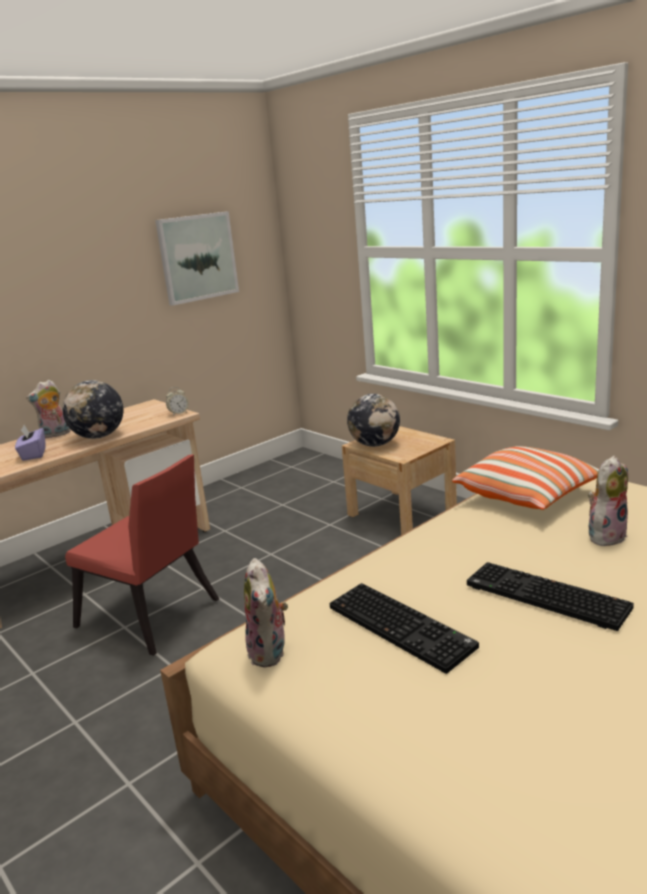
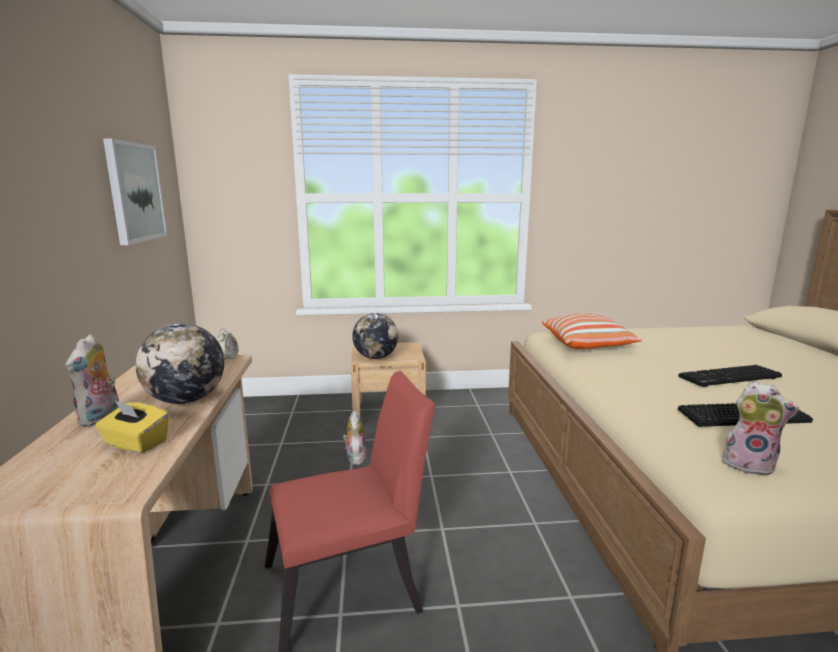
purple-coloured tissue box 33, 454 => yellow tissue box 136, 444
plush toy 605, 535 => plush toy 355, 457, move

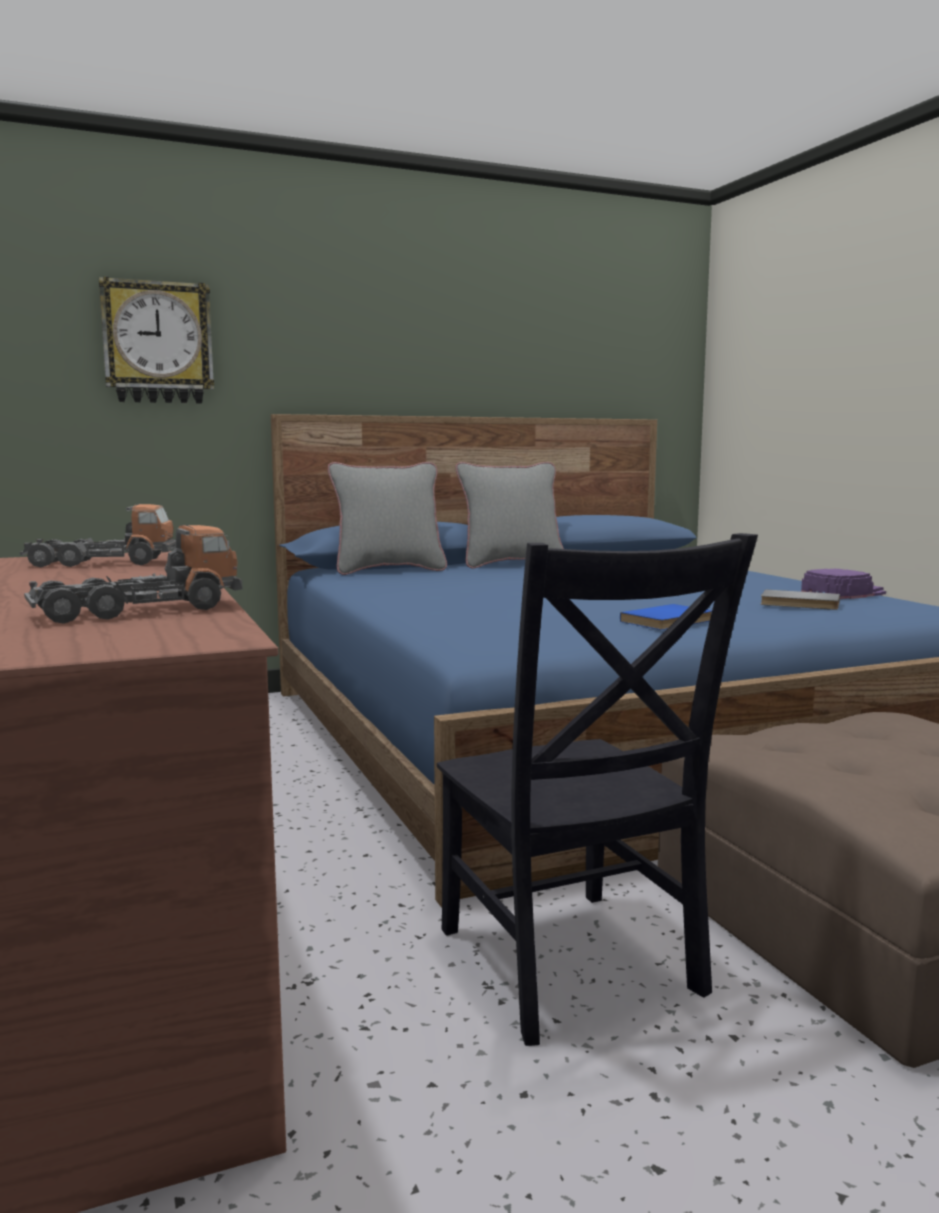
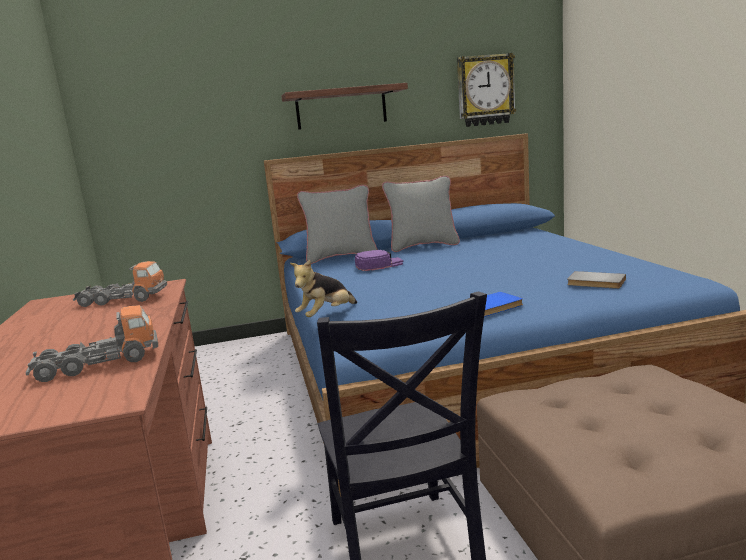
nothing => shelf 341, 108
nothing => plush toy 326, 315
purple-coloured baseball cap 843, 593 => purple-coloured baseball cap 378, 265, move
wall clock 157, 343 => wall clock 485, 90, move

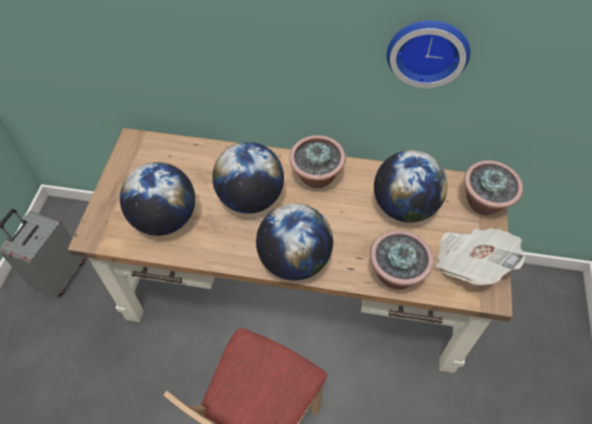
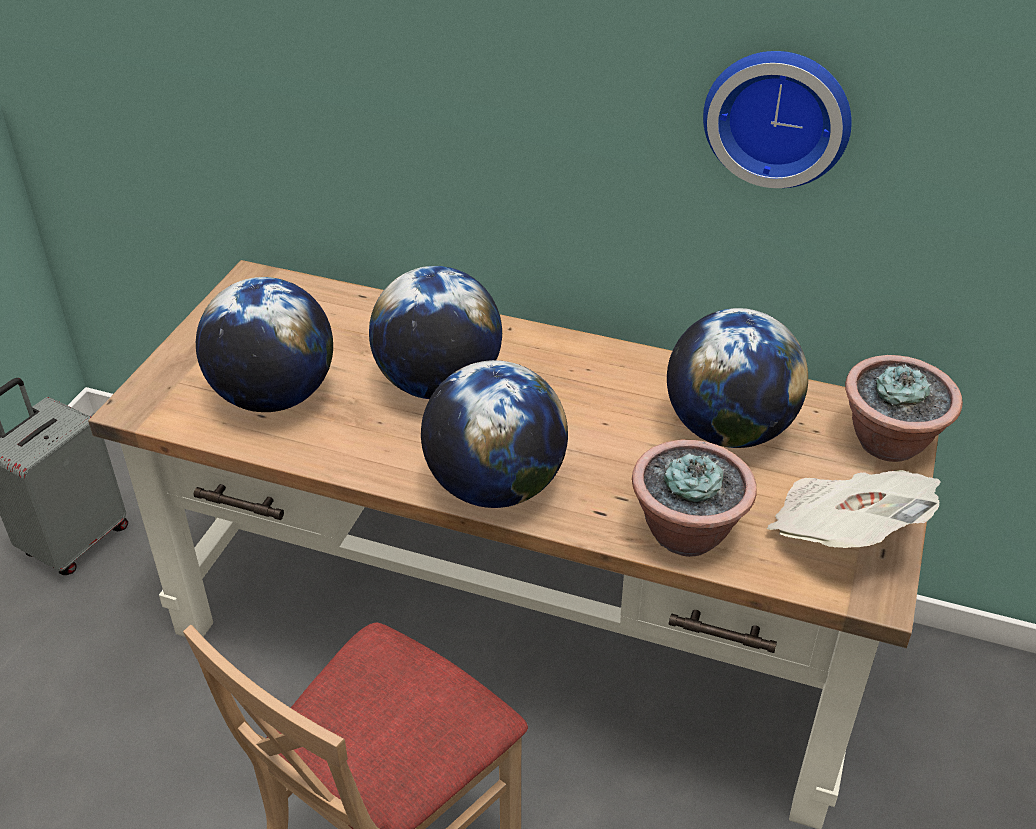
potted plant 316, 178 => nothing

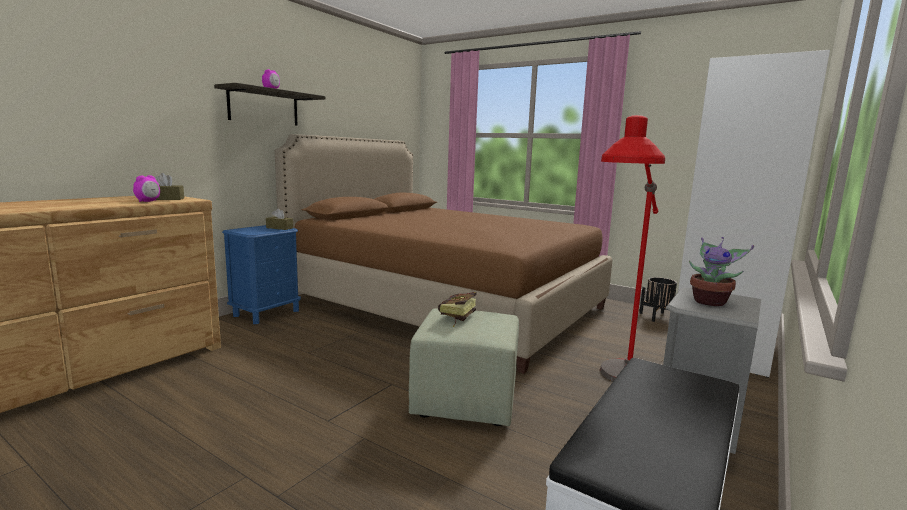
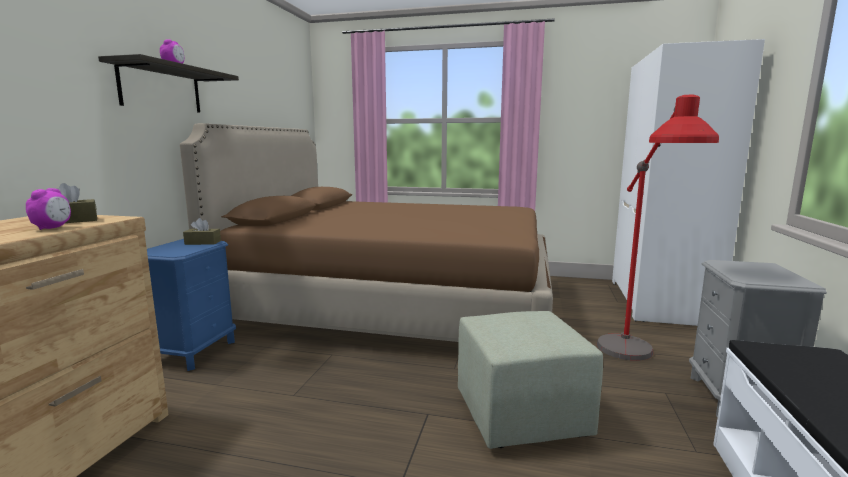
book 456, 318 => nothing
blackish plant pot 657, 317 => nothing
potted plant 710, 302 => nothing

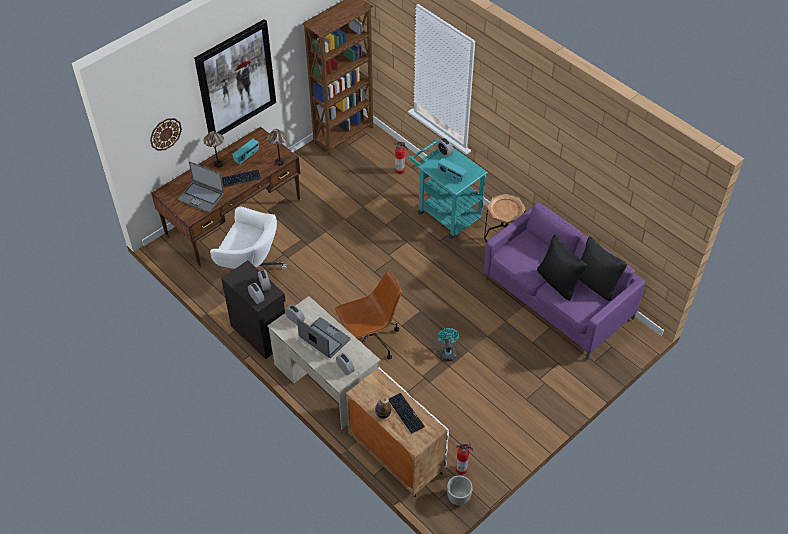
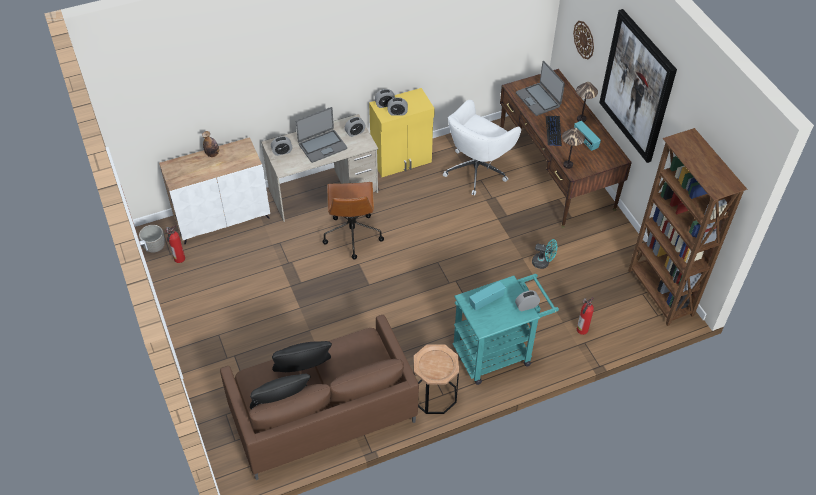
purple-coloured settee 557, 299 => brown settee 323, 414
blackish storage cabinet 260, 333 => yellow storage cabinet 402, 160
laptop 201, 197 => laptop 538, 99, 75 degrees counterclockwise
turquoise electric fan 447, 352 => turquoise electric fan 543, 263, move
computer keyboard 406, 413 => nothing

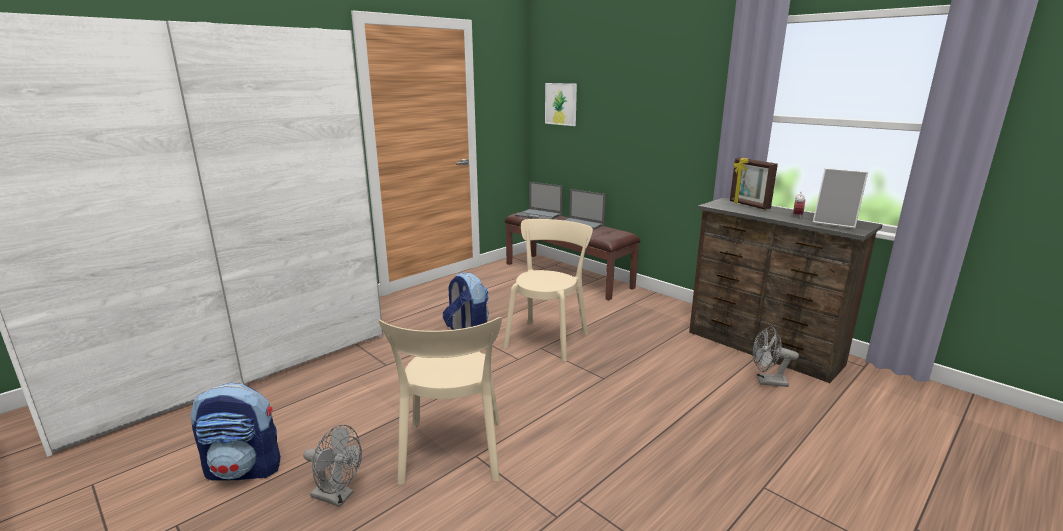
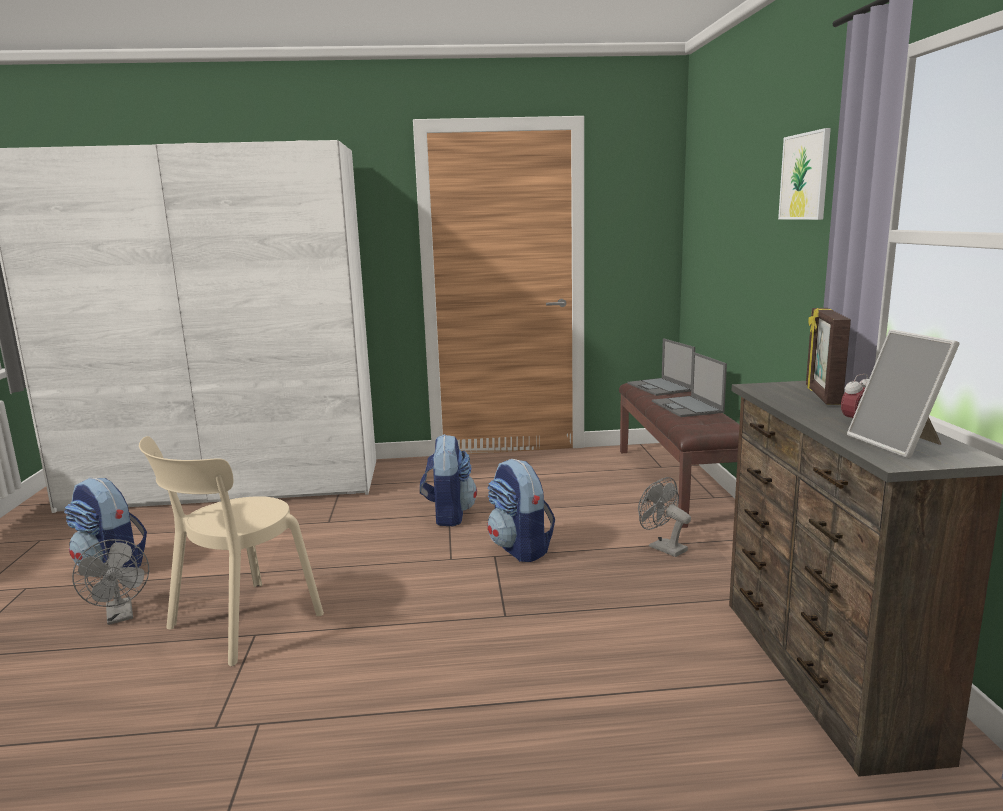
sand-coloured plain chair 548, 338 => rucksack 520, 548
gray electric fan 767, 382 => gray electric fan 662, 547, move
wall art 561, 104 => wall art 805, 176, move

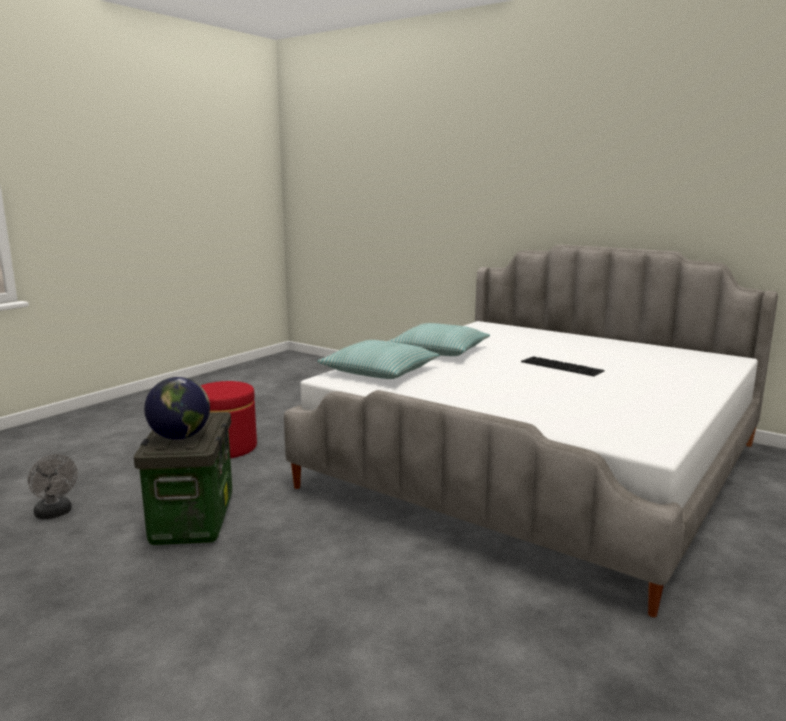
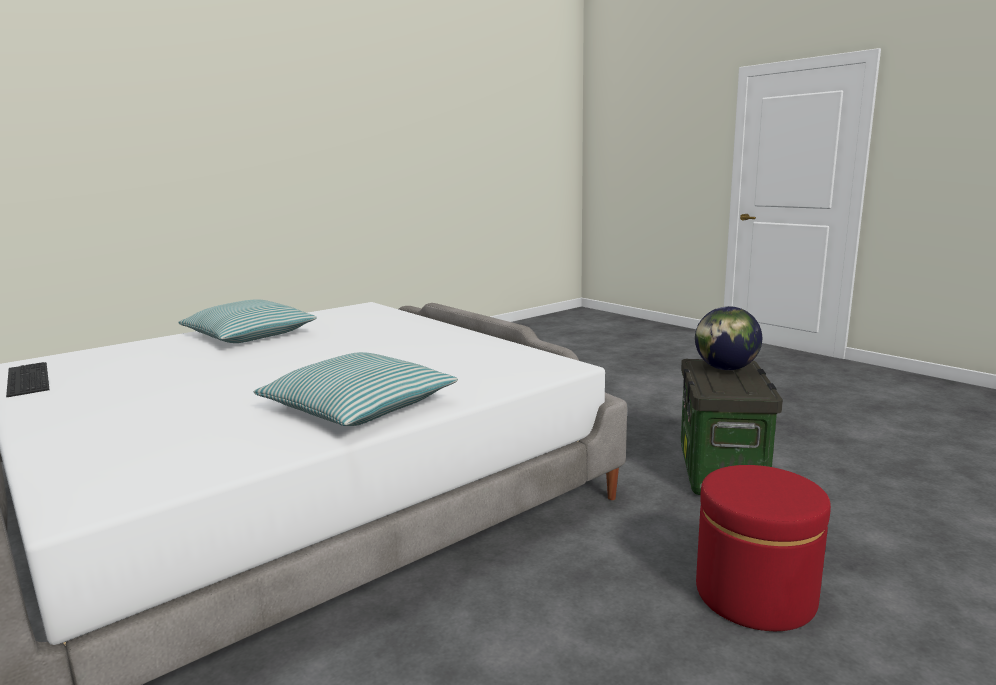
computer keyboard 563, 366 => computer keyboard 25, 379, move
cushion 379, 372 => cushion 249, 335, move
gray electric fan 55, 514 => nothing

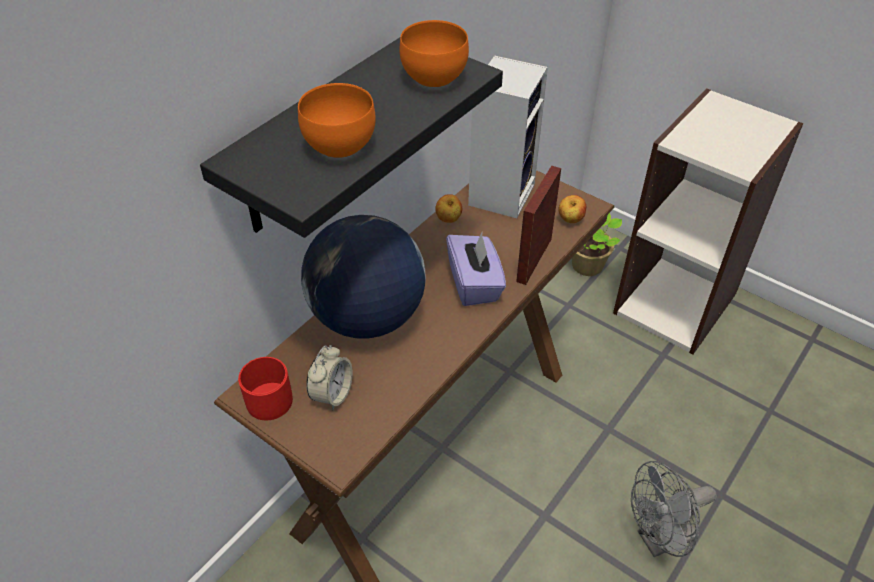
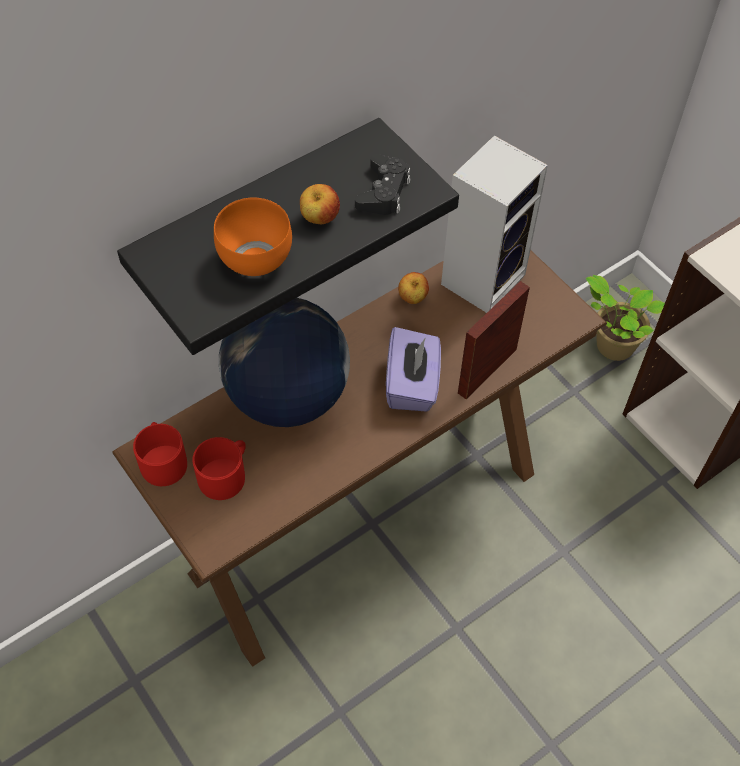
alarm clock 332, 394 => reddish coffee mug 226, 474
whole apple 570, 220 => whole apple 319, 218, move
orange bowl 436, 79 => blackish gamepad 383, 192
gray electric fan 659, 540 => nothing

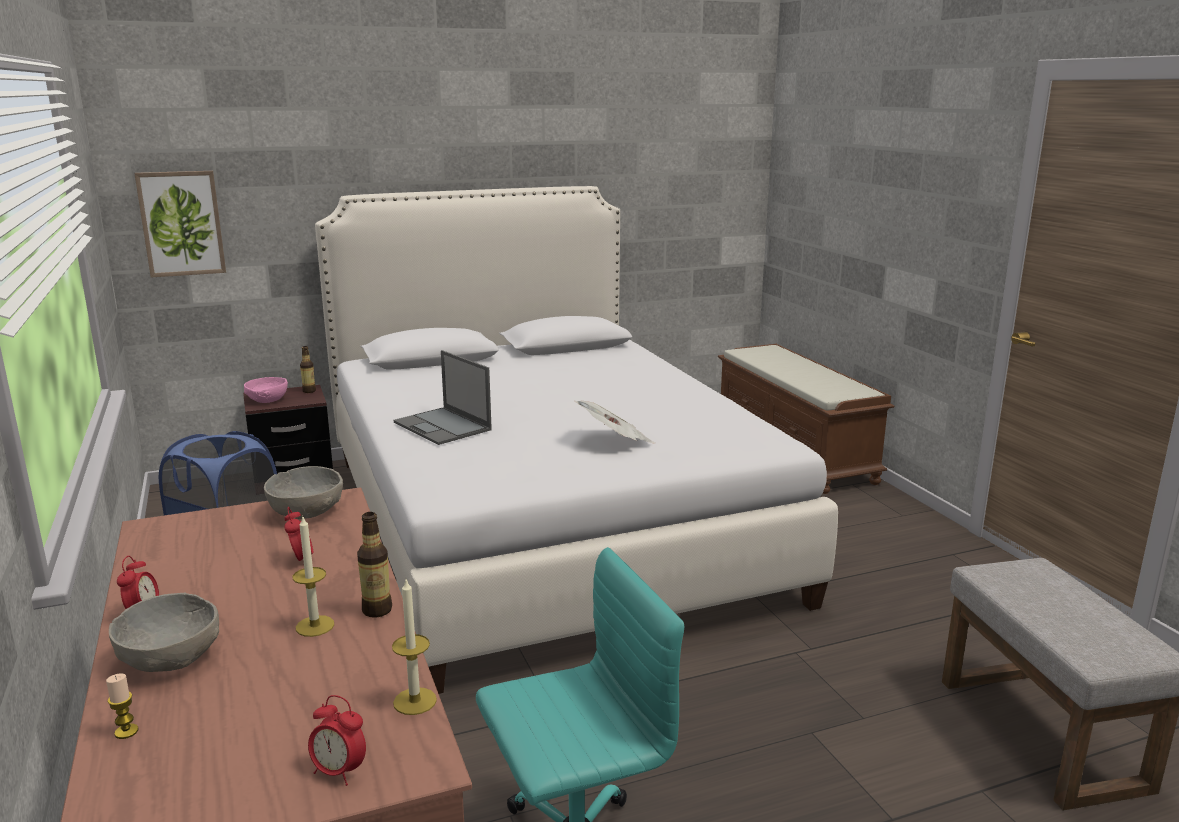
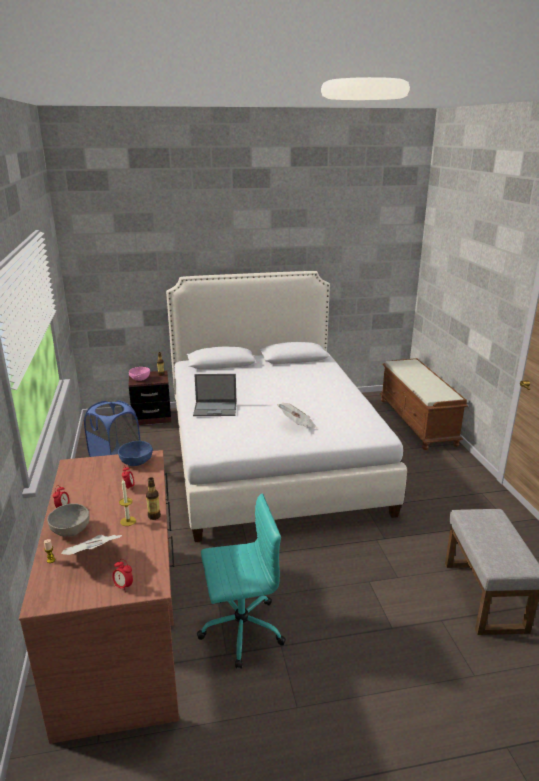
nothing => daily paper 94, 556
gray bowl 307, 512 => bluish bowl 136, 462
laptop 443, 426 => laptop 216, 409, 60 degrees counterclockwise
wall art 181, 223 => nothing
wax candle 415, 701 => nothing

